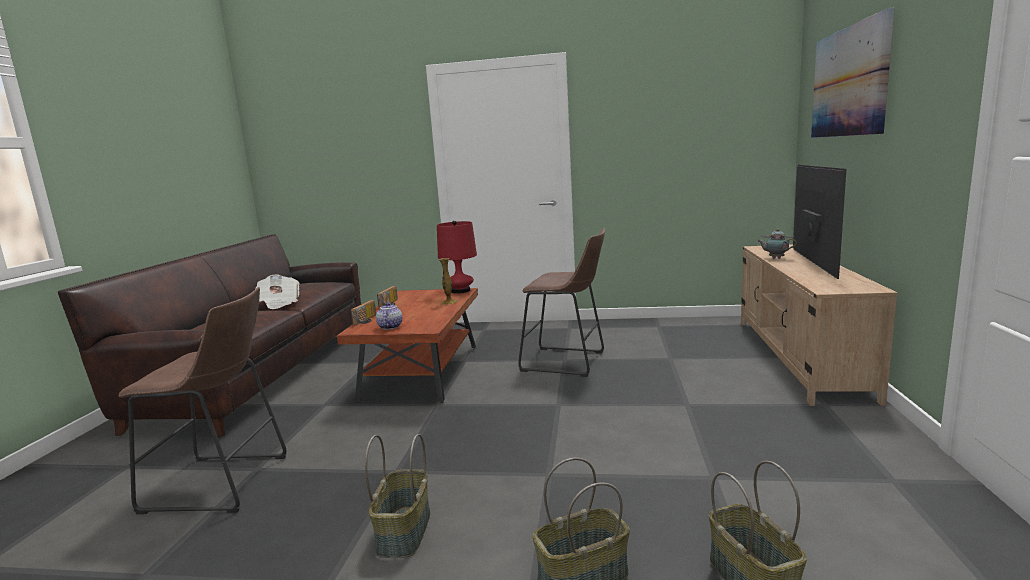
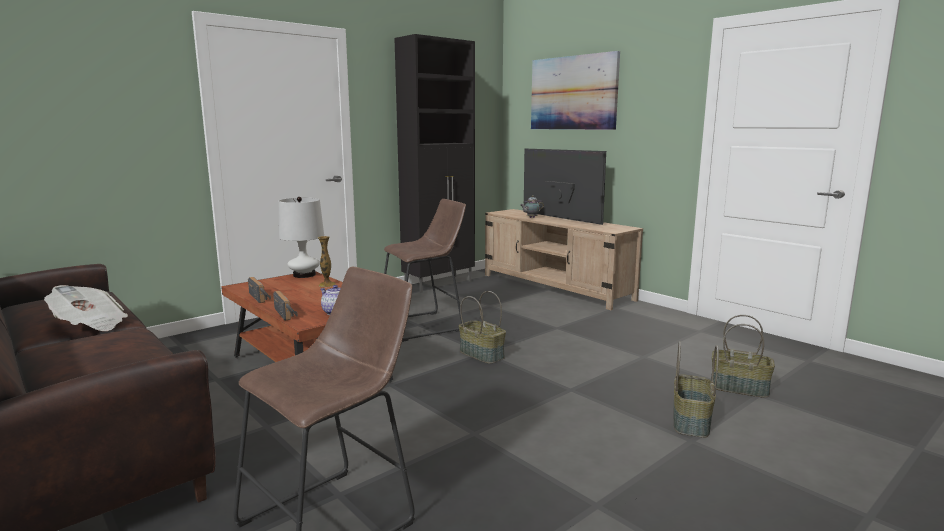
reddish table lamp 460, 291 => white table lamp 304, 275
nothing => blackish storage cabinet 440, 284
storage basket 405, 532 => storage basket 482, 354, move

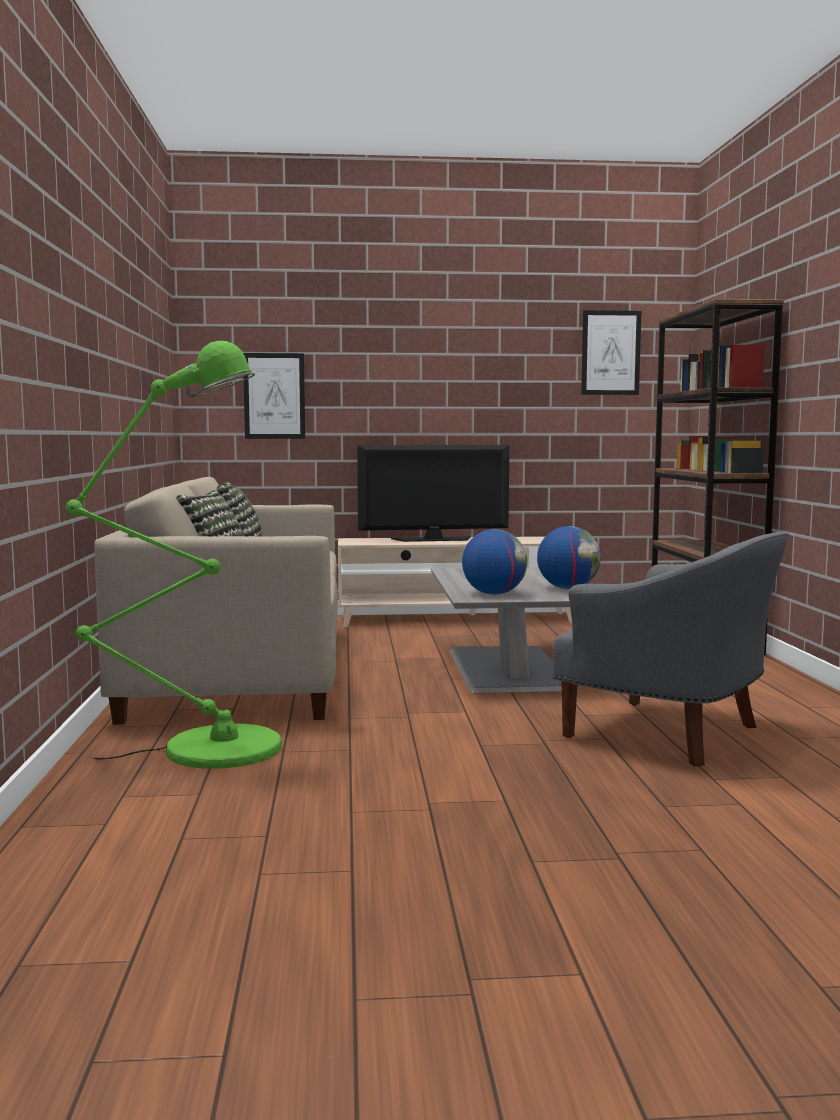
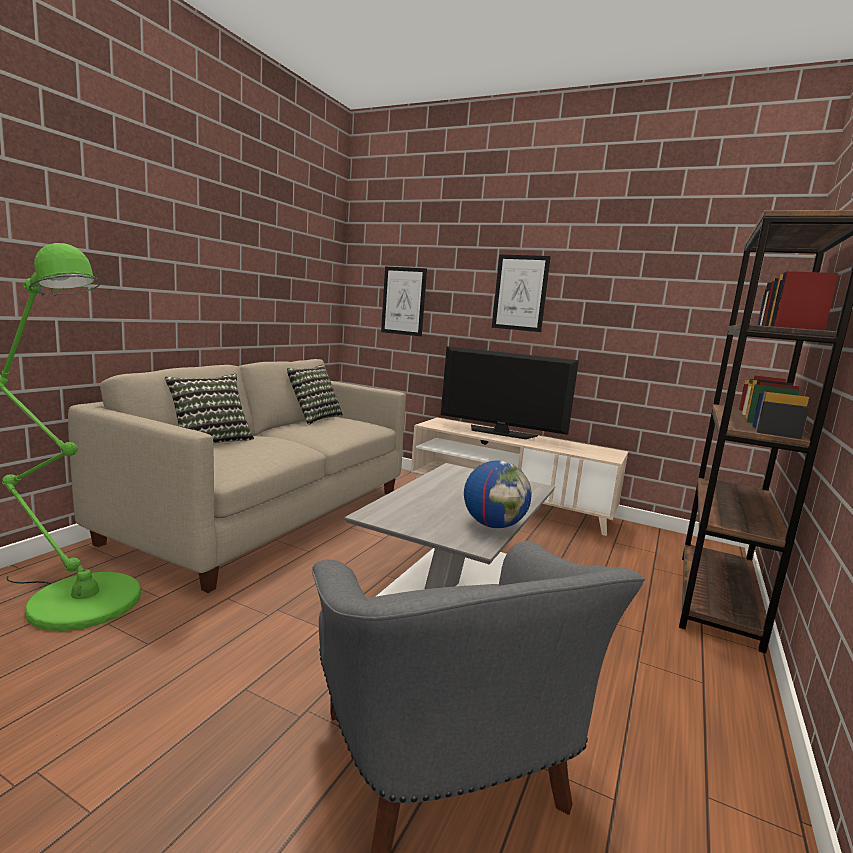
wall art 610, 353 => wall art 520, 293, move
world globe 494, 594 => nothing

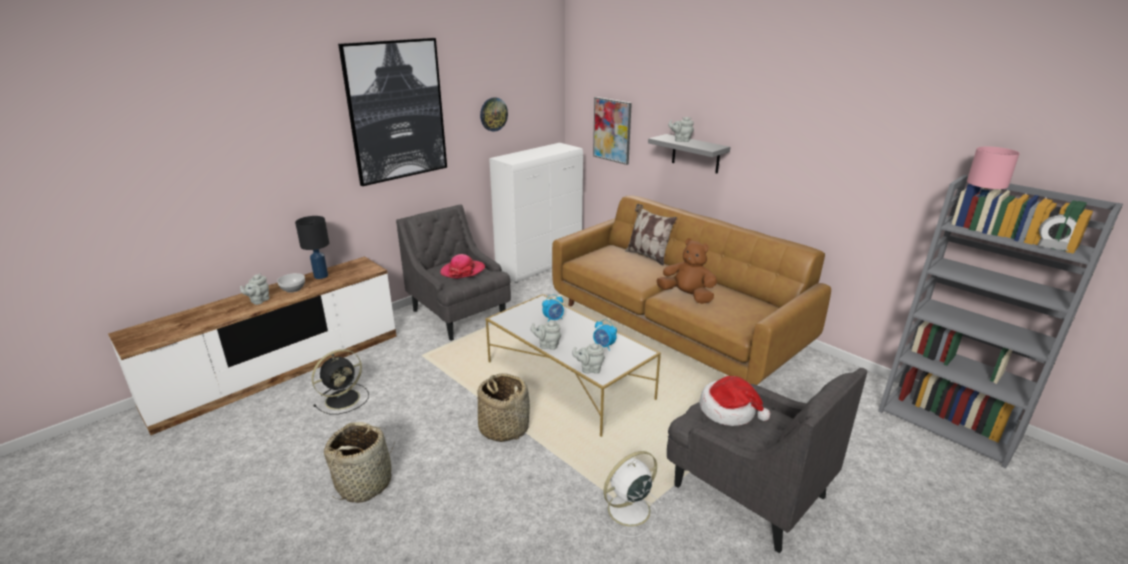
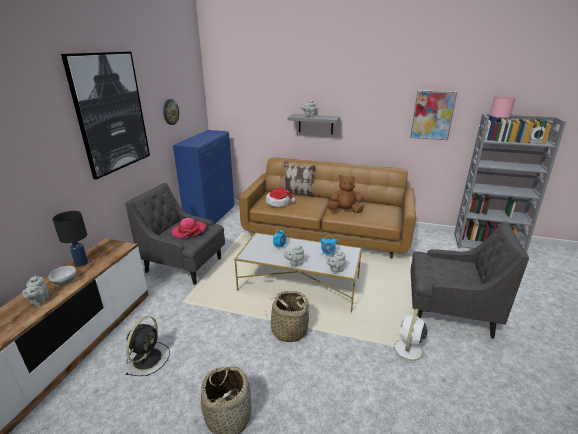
white storage cabinet 540, 266 => bluish storage cabinet 211, 217
clothing hat 729, 411 => clothing hat 279, 203, move
wall art 612, 130 => wall art 432, 115, move

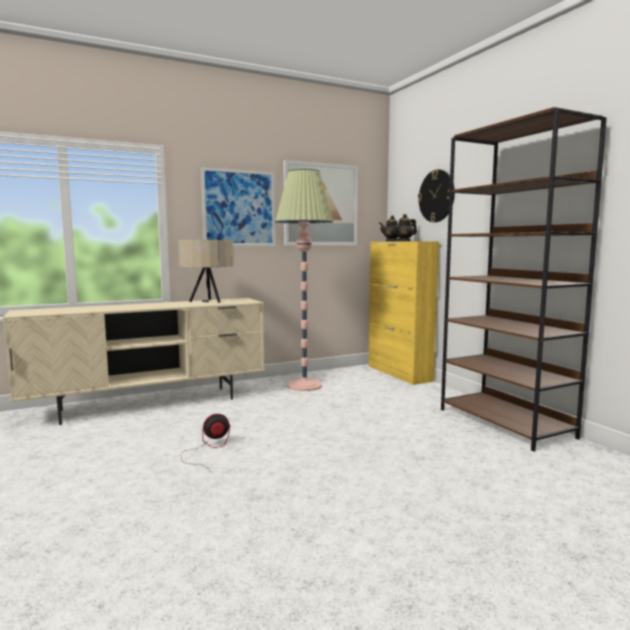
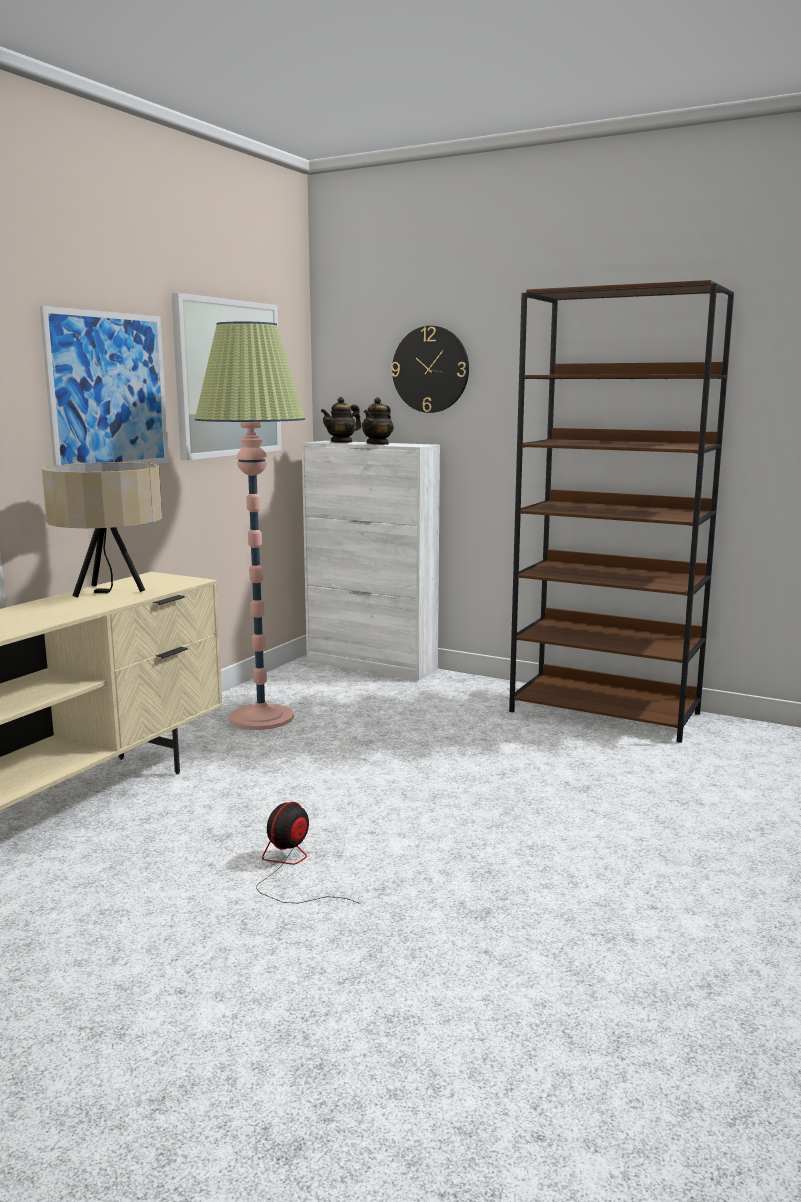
yellow storage cabinet 399, 373 => white storage cabinet 372, 665

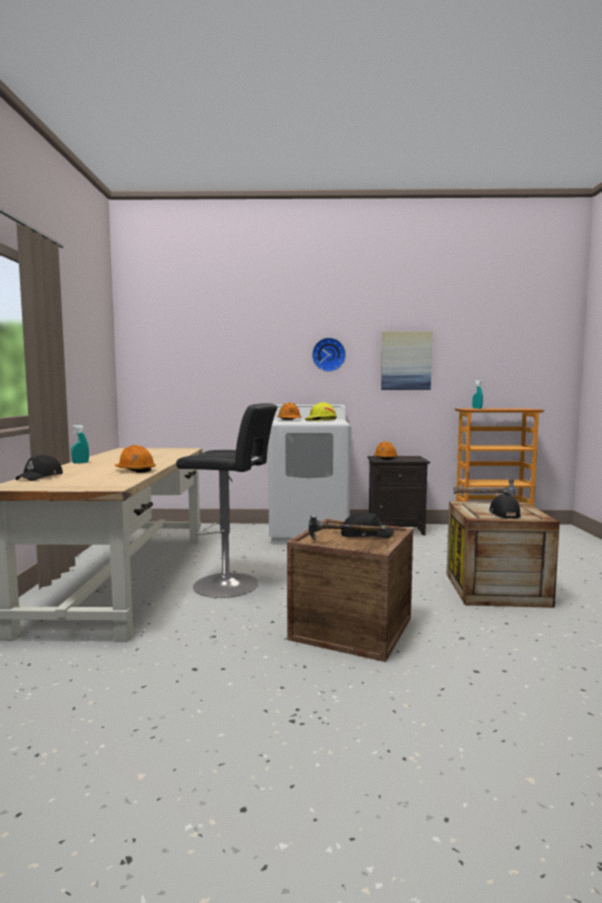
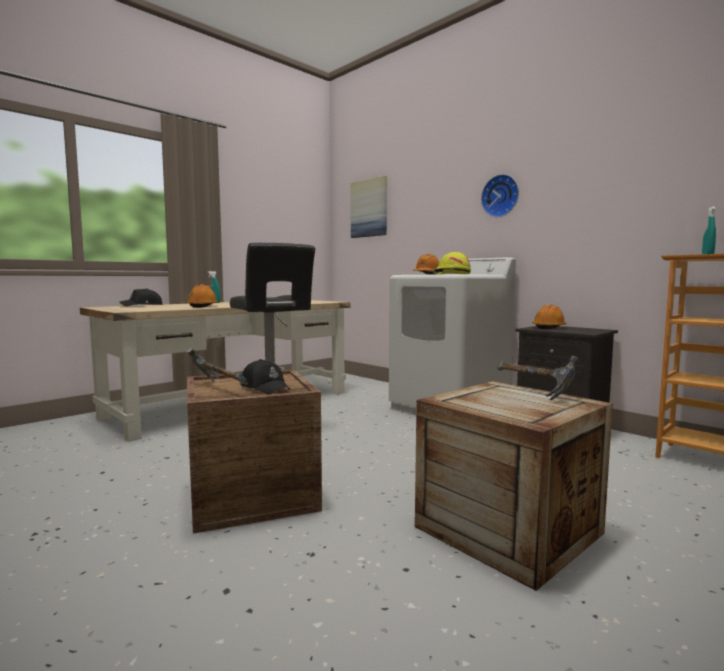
wall art 406, 361 => wall art 369, 208, move
blackish baseball cap 503, 514 => nothing

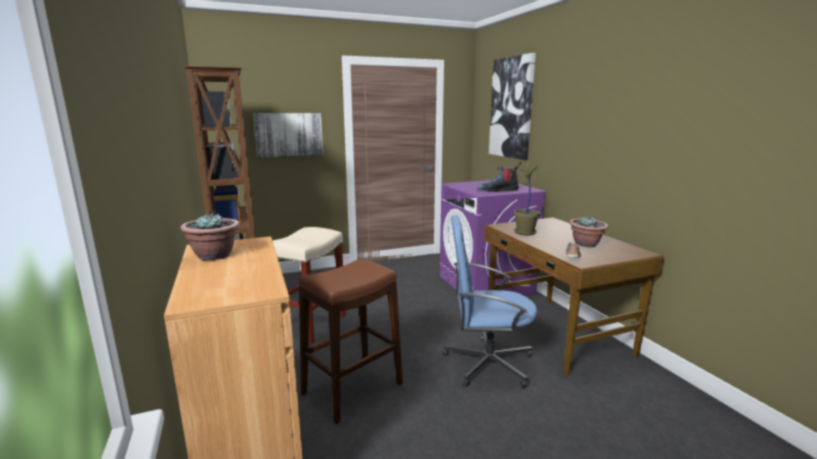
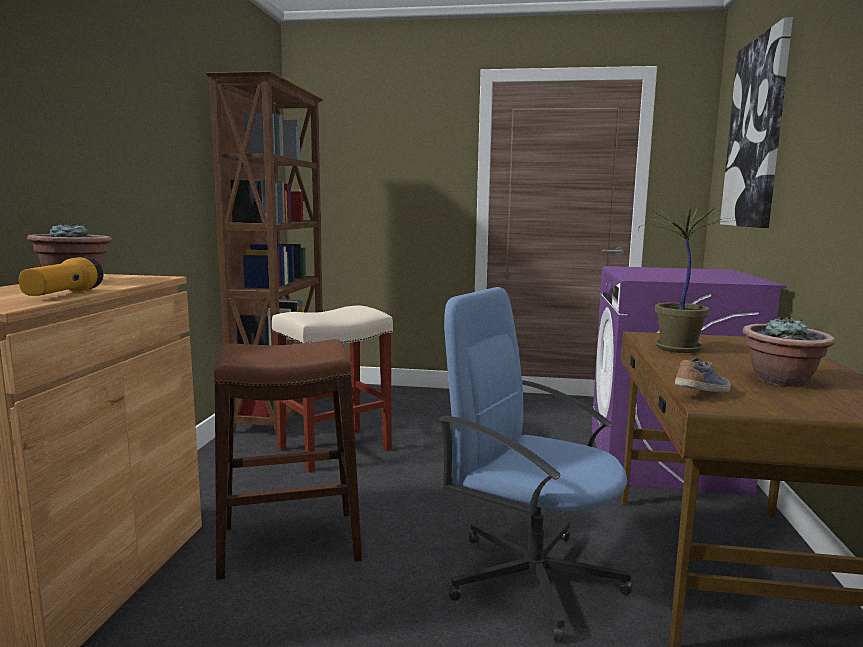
nothing => flashlight 63, 294
wall art 289, 134 => nothing
boot 498, 190 => nothing

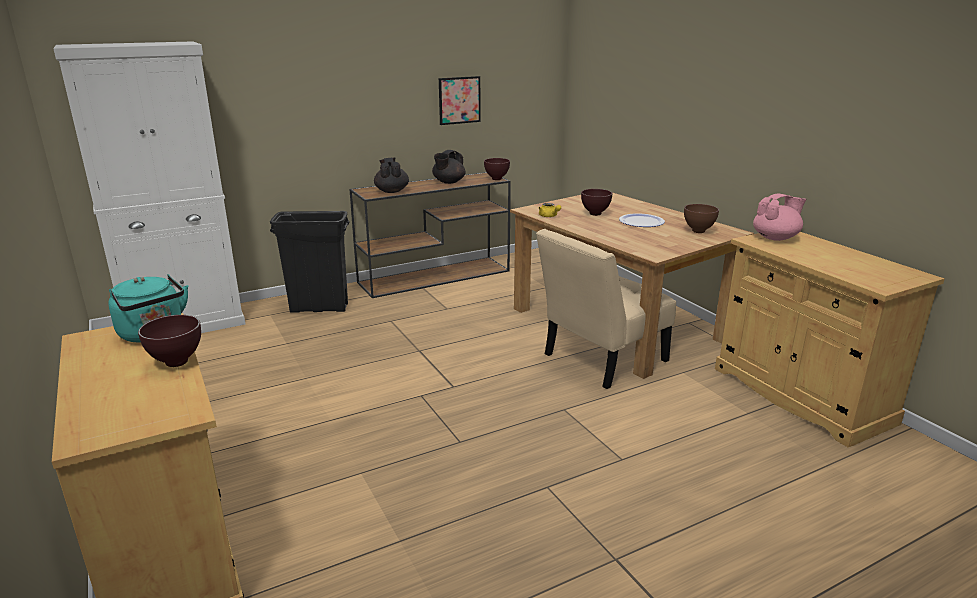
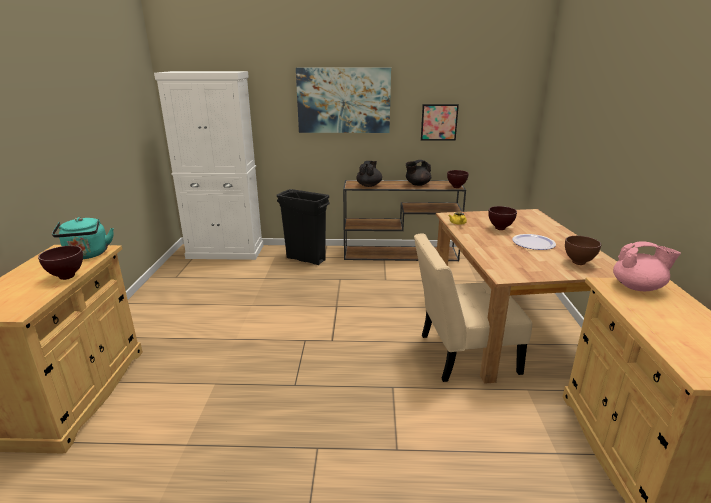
nothing => wall art 343, 100

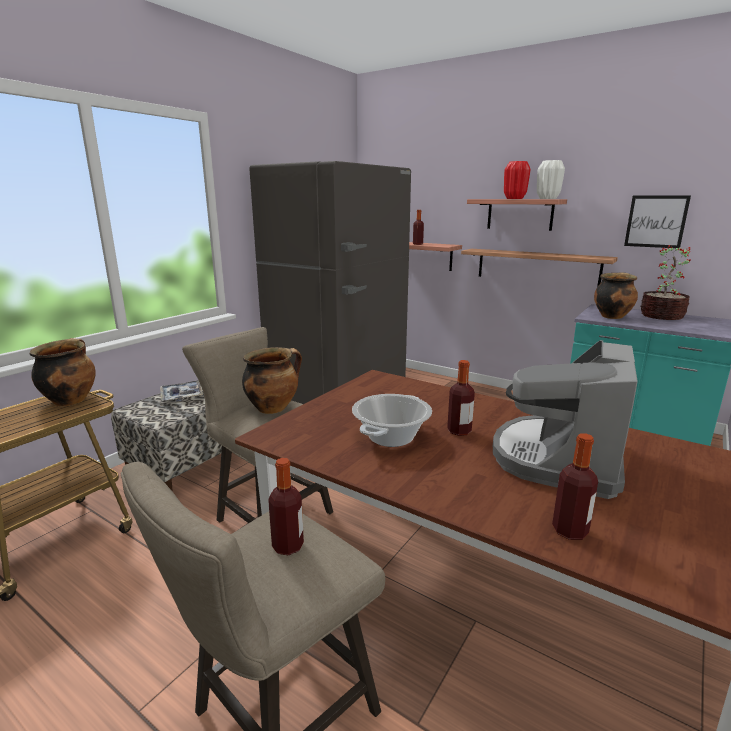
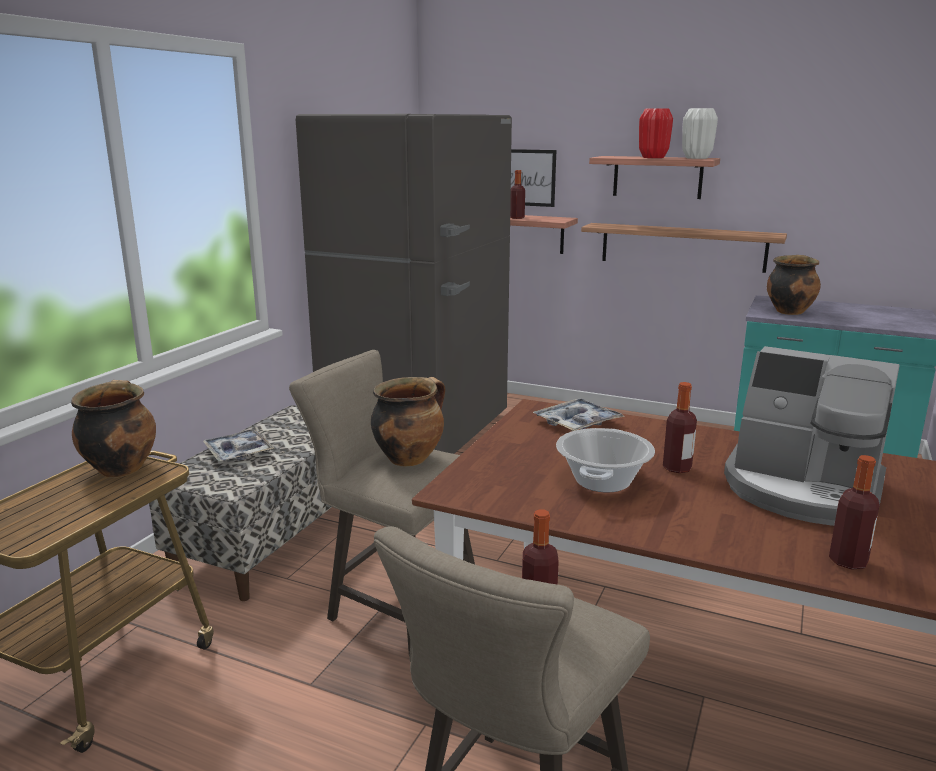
wall art 656, 221 => wall art 529, 177, move
nothing => serving tray 577, 423
coffee brewer 559, 458 => coffee brewer 802, 489, 75 degrees counterclockwise
potted plant 662, 316 => nothing

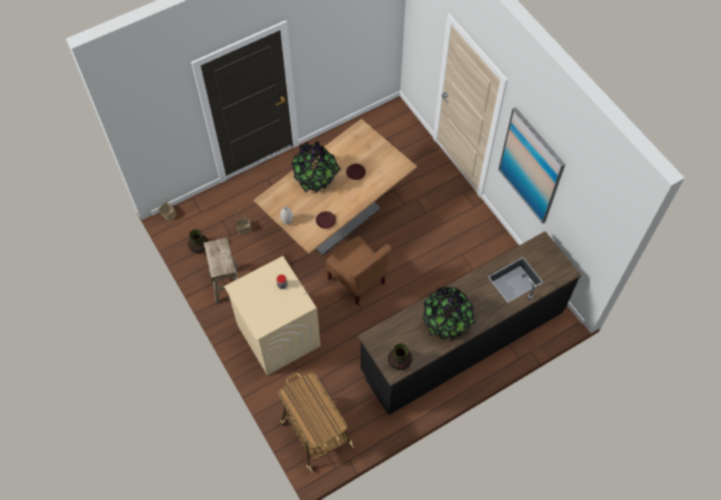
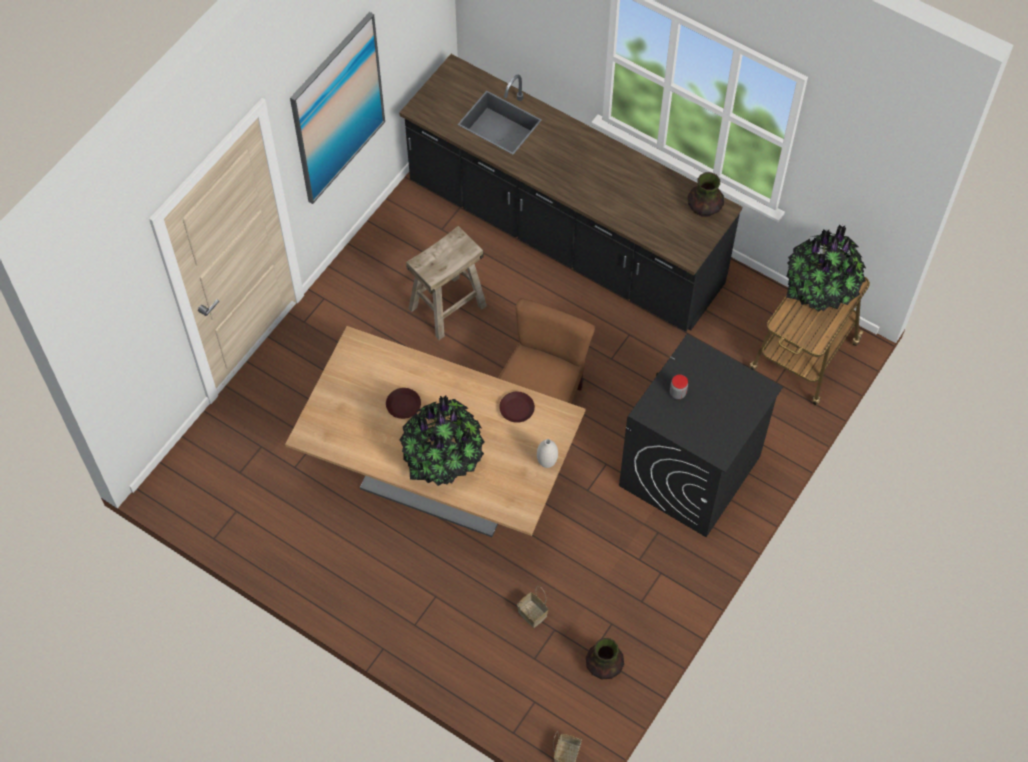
sand-coloured stool 226, 284 => sand-coloured stool 447, 307, move
sand-coloured washing machine 278, 335 => blackish washing machine 689, 472
potted plant 447, 322 => potted plant 820, 289, move

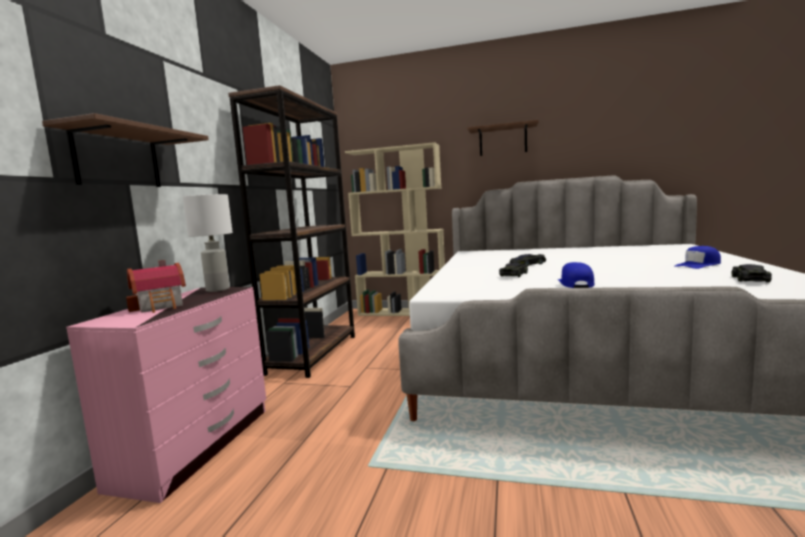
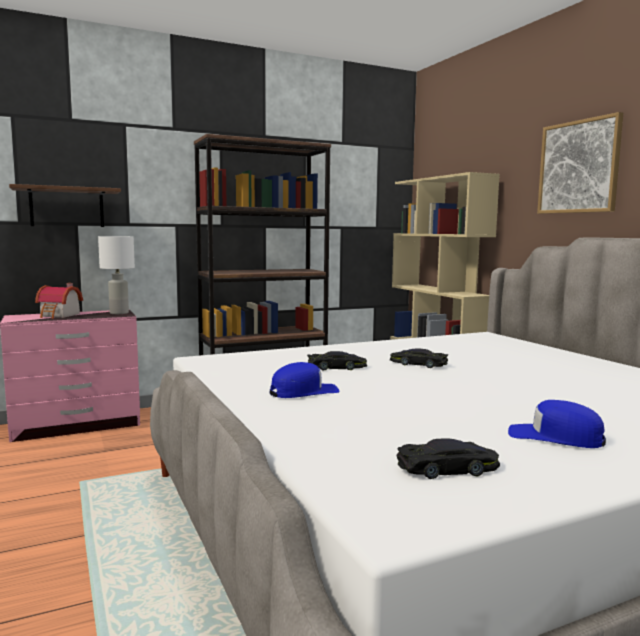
brown shelf 503, 141 => wall art 579, 167

